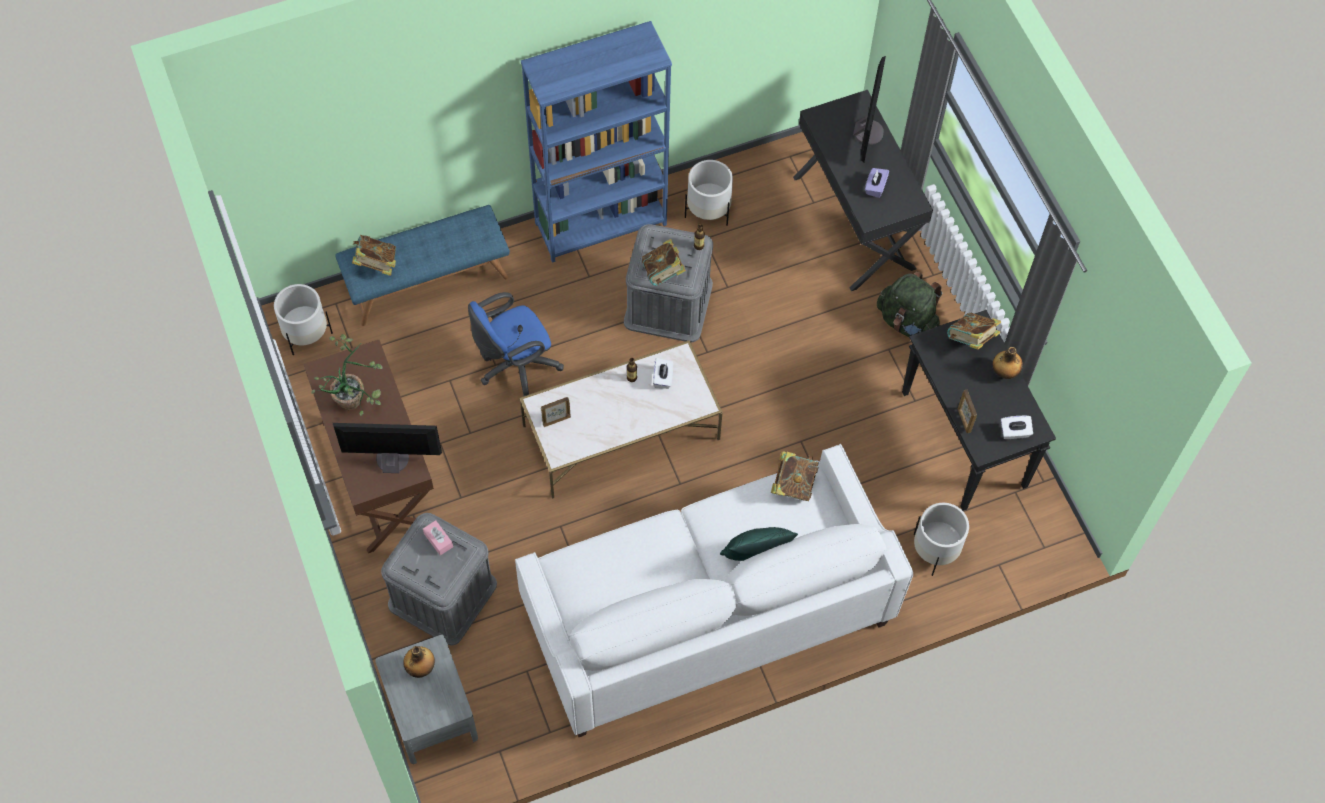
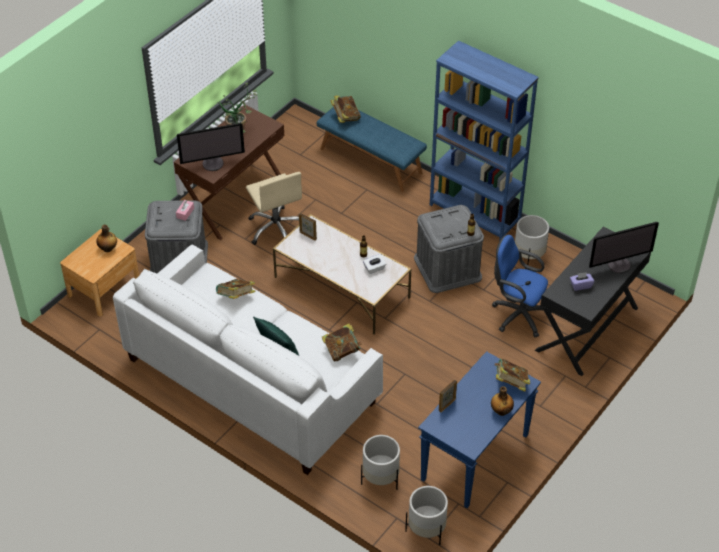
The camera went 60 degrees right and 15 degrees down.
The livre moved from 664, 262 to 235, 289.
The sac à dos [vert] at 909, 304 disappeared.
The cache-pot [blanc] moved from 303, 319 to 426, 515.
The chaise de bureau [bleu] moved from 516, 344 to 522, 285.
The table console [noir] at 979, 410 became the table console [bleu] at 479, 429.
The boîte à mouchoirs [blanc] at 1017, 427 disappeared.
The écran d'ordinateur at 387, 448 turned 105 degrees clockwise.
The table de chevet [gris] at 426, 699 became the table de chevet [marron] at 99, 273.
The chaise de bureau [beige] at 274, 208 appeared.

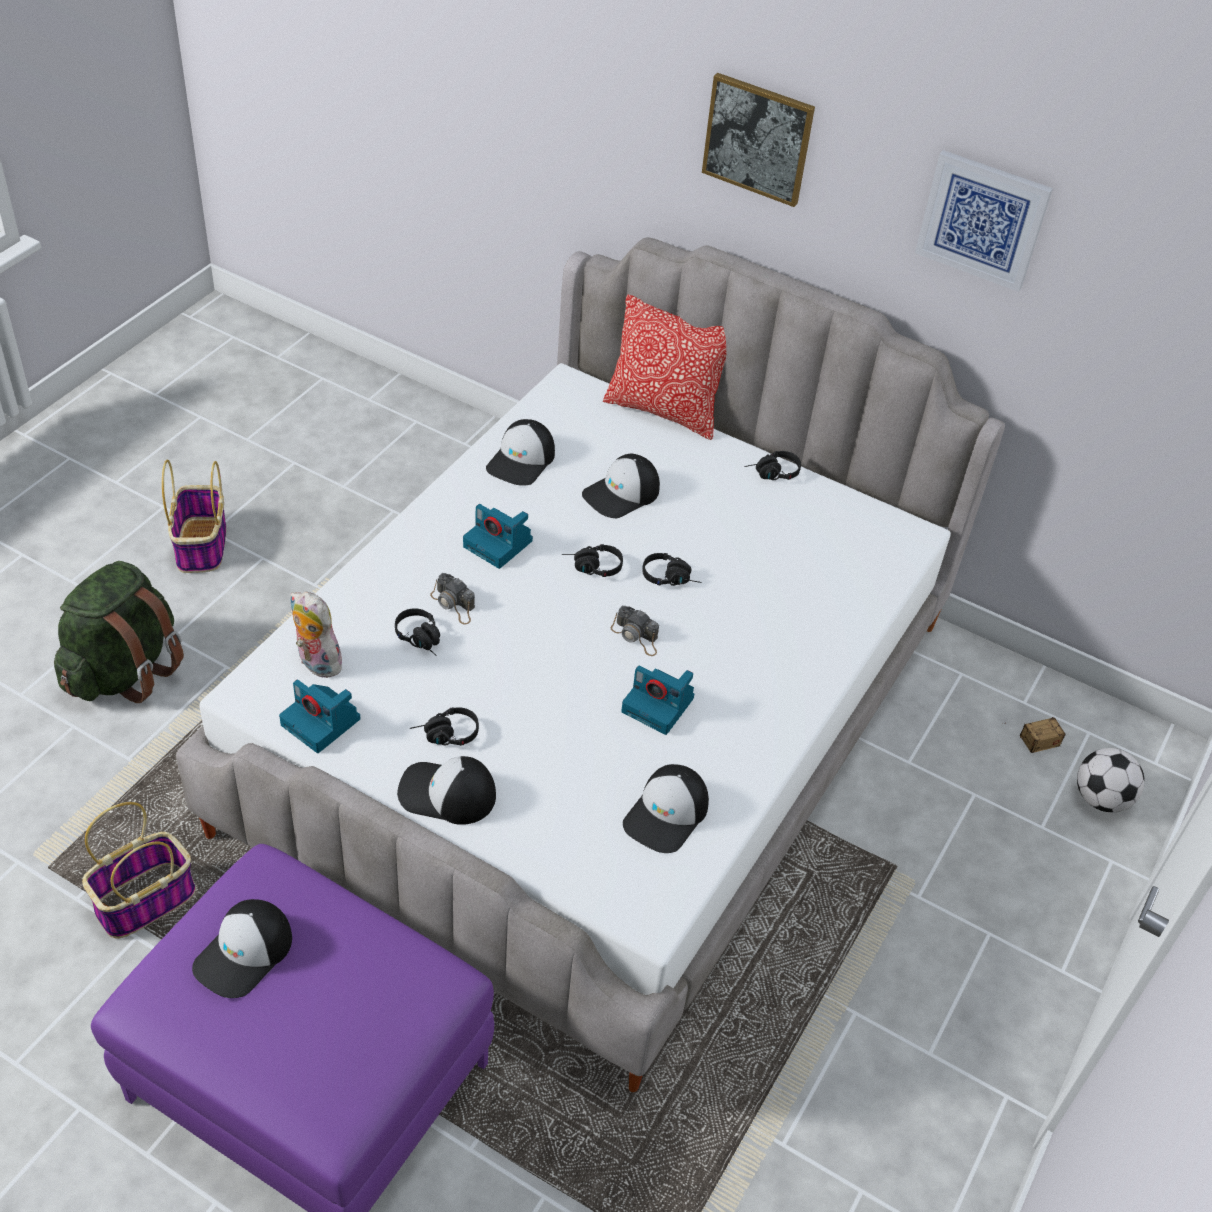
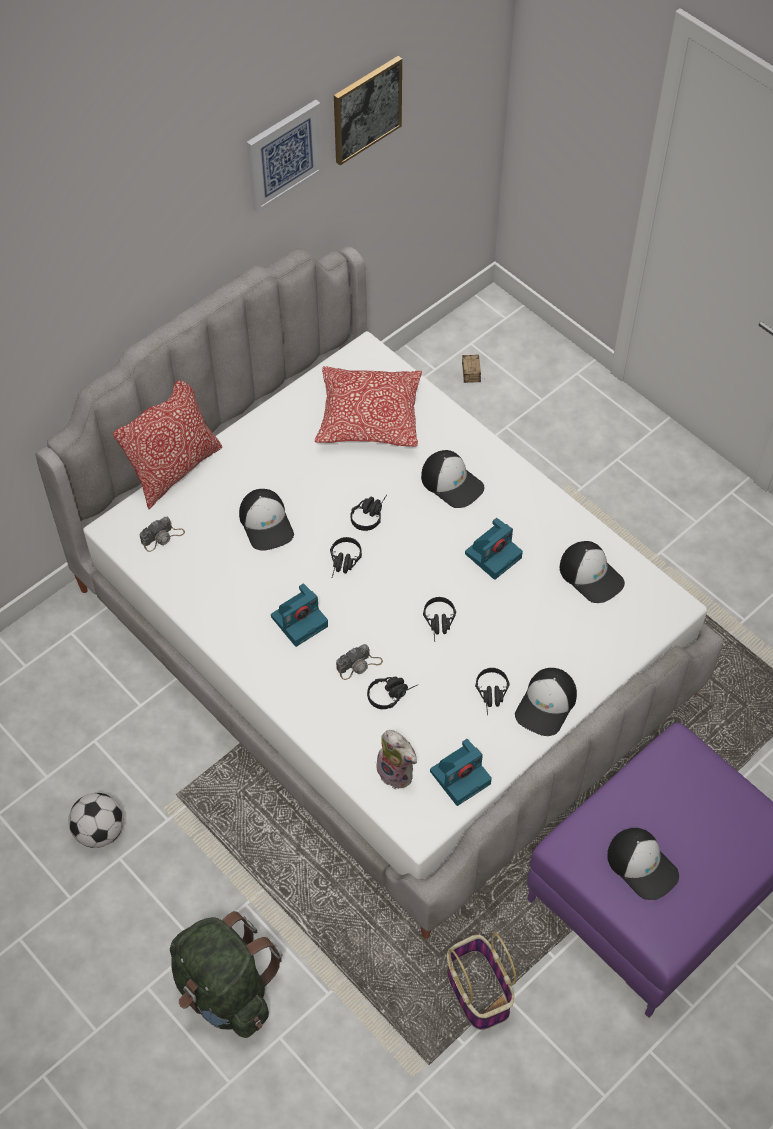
The camera went 70 degrees left and 10 degrees up.
The tableau moved from 758, 140 to 368, 110.
The casquette moved from 520, 452 to 452, 479.
The casque audio [noir] moved from 772, 465 to 439, 619.
The panier at 194, 516 disappeared.
The peluche at 316, 635 turned 105 degrees counterclockwise.
The appareil photo moved from 635, 631 to 162, 534.
The ballon de foot moved from 1111, 780 to 96, 820.
The coussin at 368, 406 appeared.

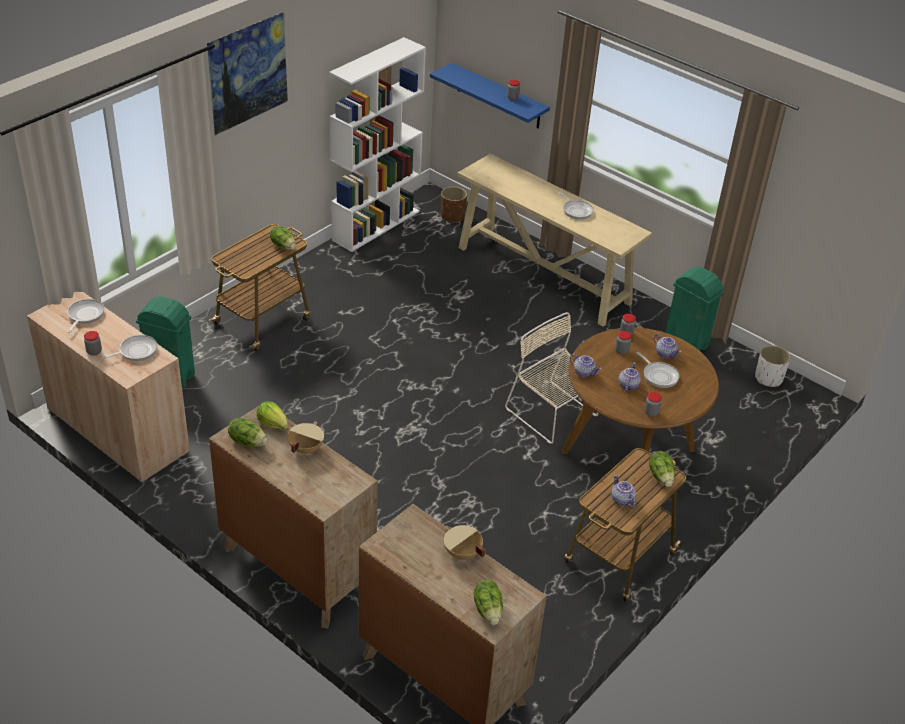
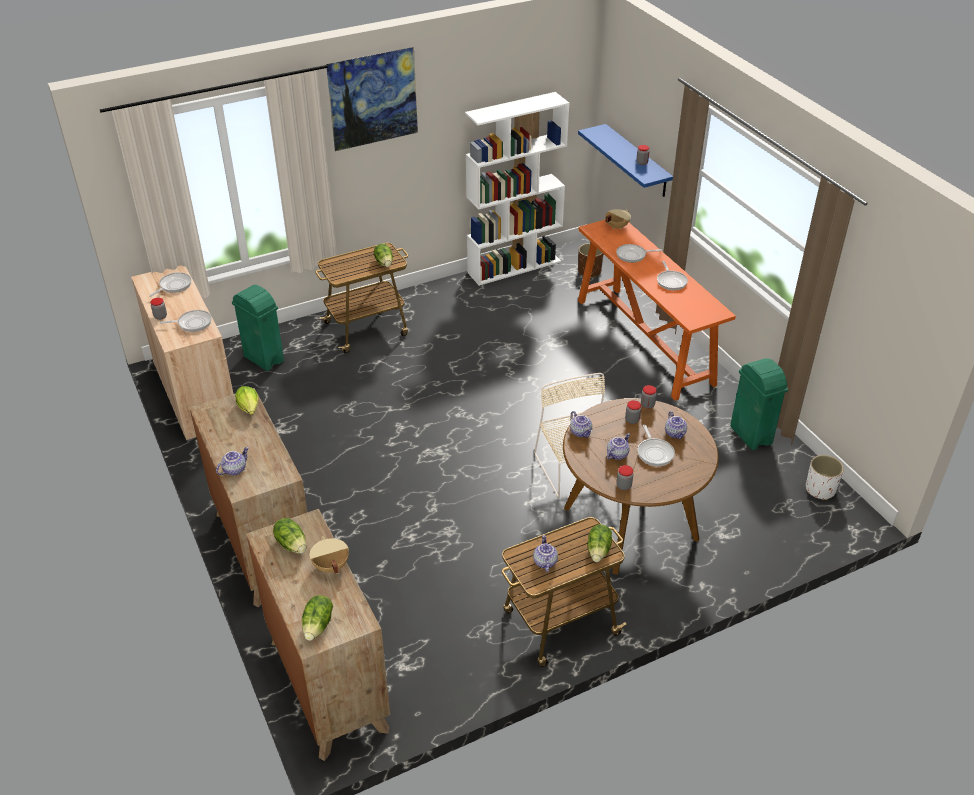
The camera went 25 degrees right and 0 degrees up.
The table console [beige] at 554, 240 became the table console [orange] at 657, 310.
The laitue moved from 248, 432 to 289, 536.
The marmite [beige] moved from 305, 437 to 618, 219.
The poêle at 639, 253 appeared.
The théière at 232, 461 appeared.

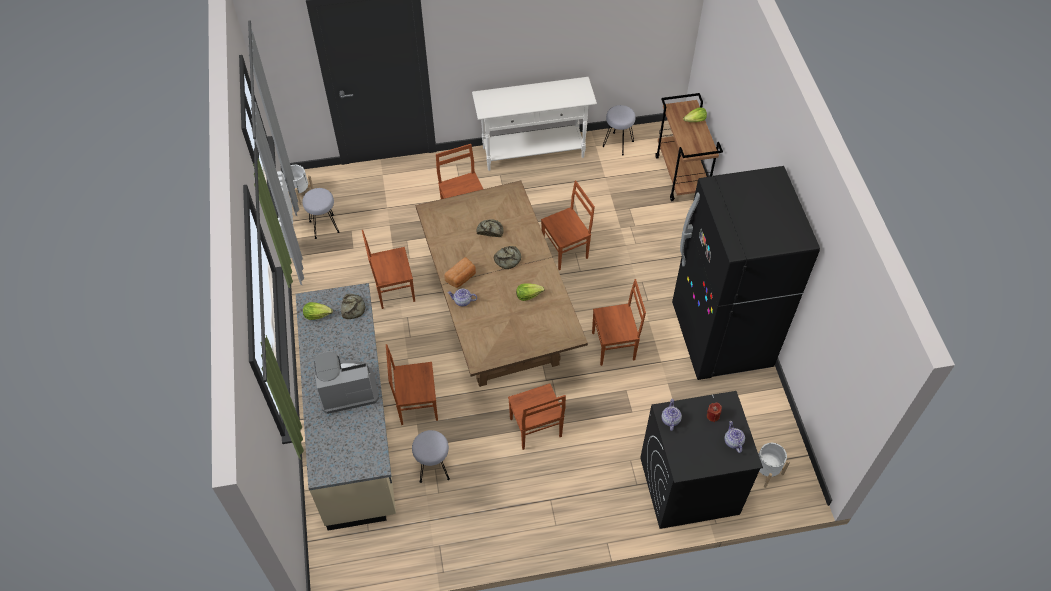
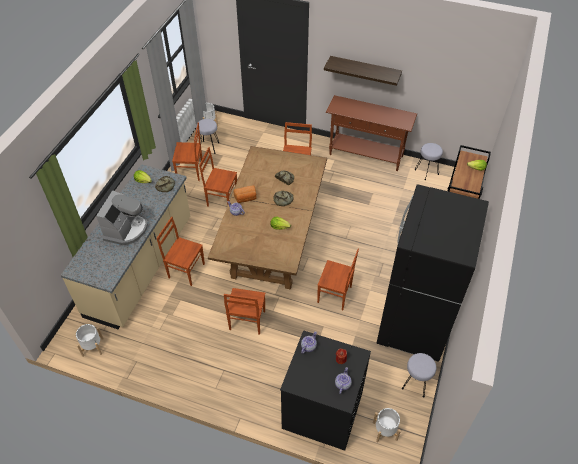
The camera went 30 degrees right and 5 degrees down.
The table console [blanc] at 534, 124 became the table console [marron] at 371, 133.
The chaise [marron] moved from 568, 225 to 187, 151.
The machine à café at 346, 382 turned 90 degrees clockwise.
The tabouret [gris] moved from 431, 456 to 419, 375.
The étagère at 363, 71 appeared.
The cache-pot [blanc] at 90, 340 appeared.

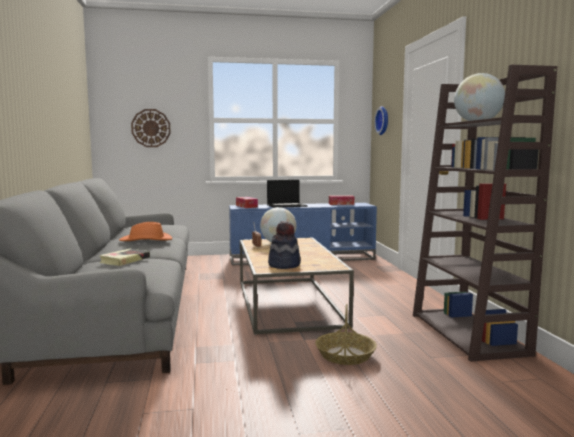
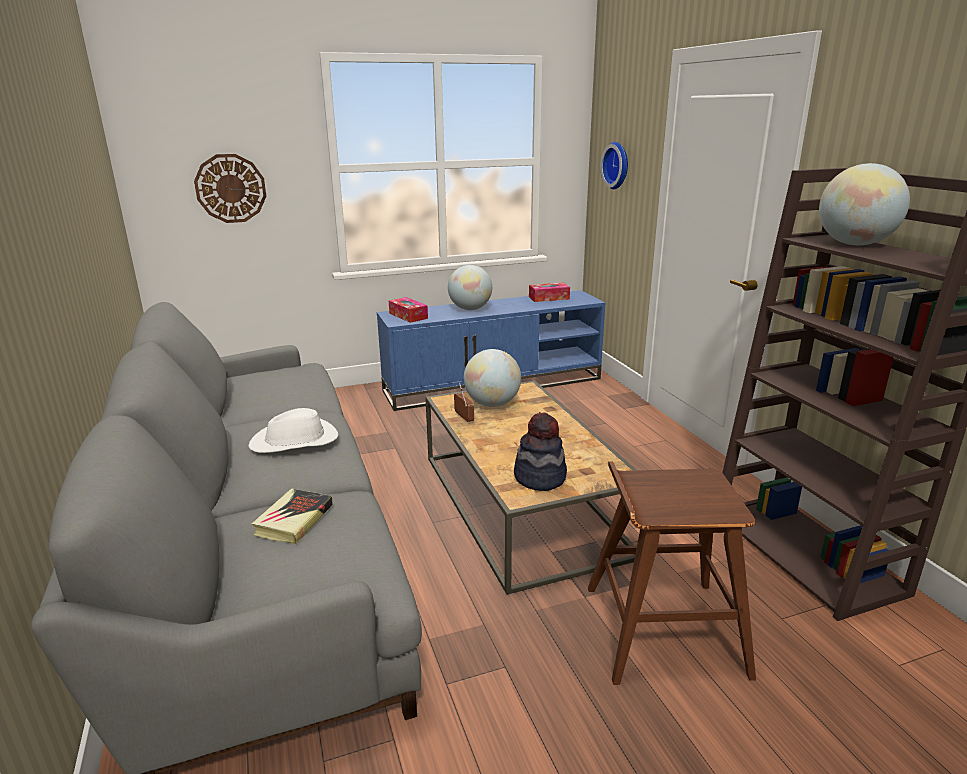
The camera went 10 degrees left and 15 degrees up.
The ordinateur portable at 287, 194 was replaced by the globe at 470, 287.
The chapeau [orange] at 145, 231 became the chapeau [blanc] at 293, 430.
The panier at 346, 334 was replaced by the tabouret [marron] at 672, 573.

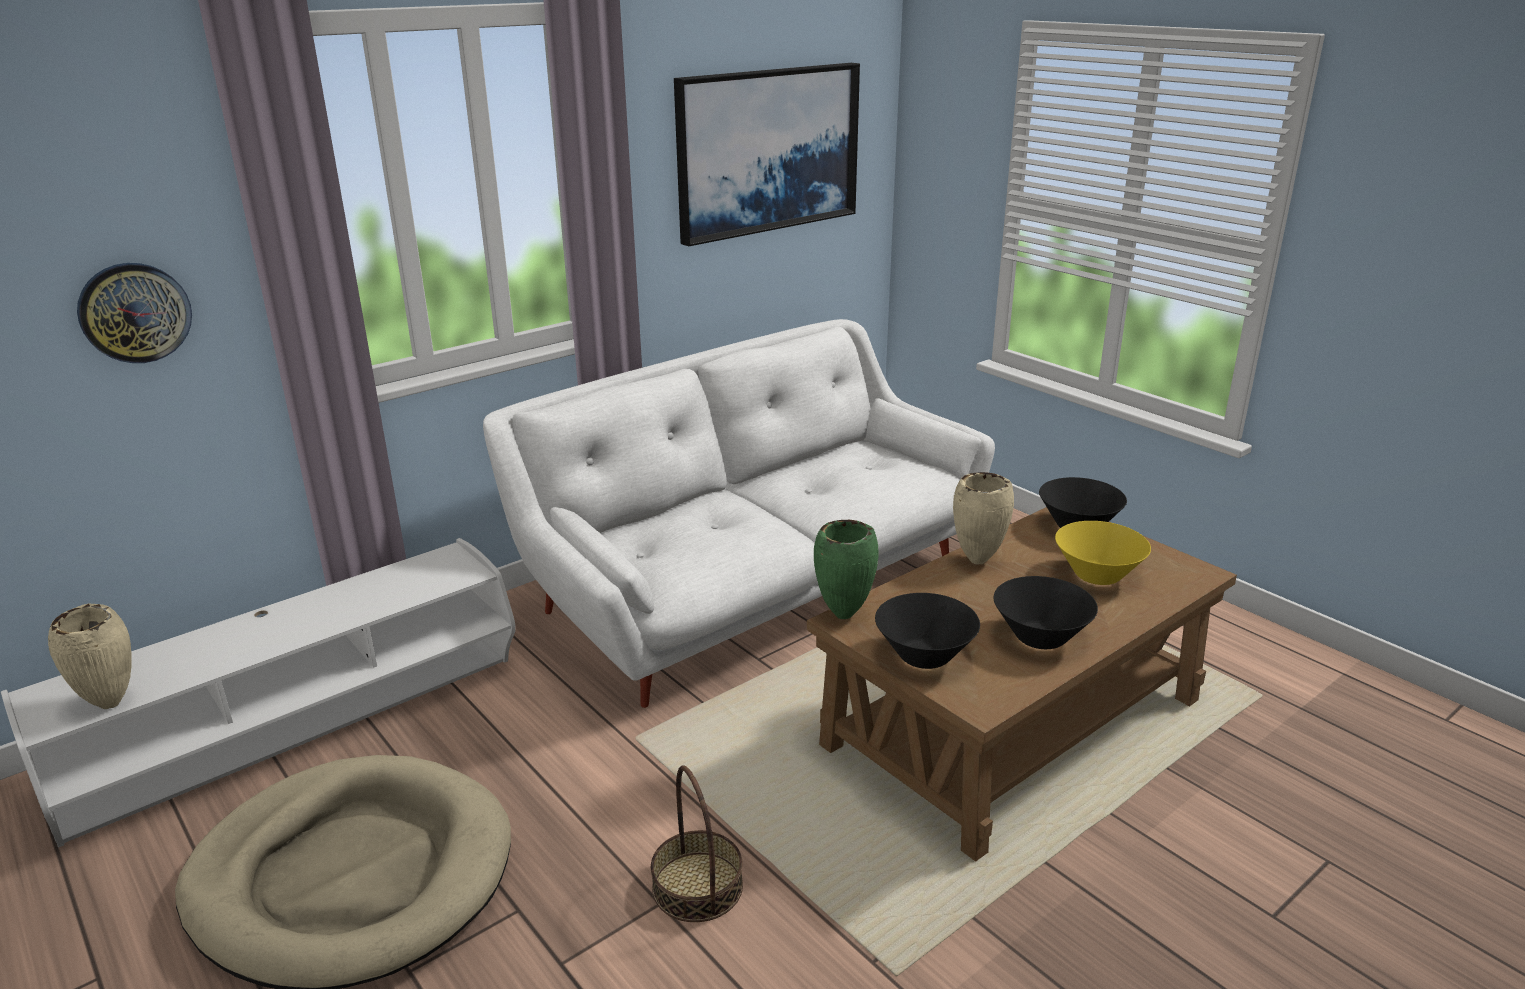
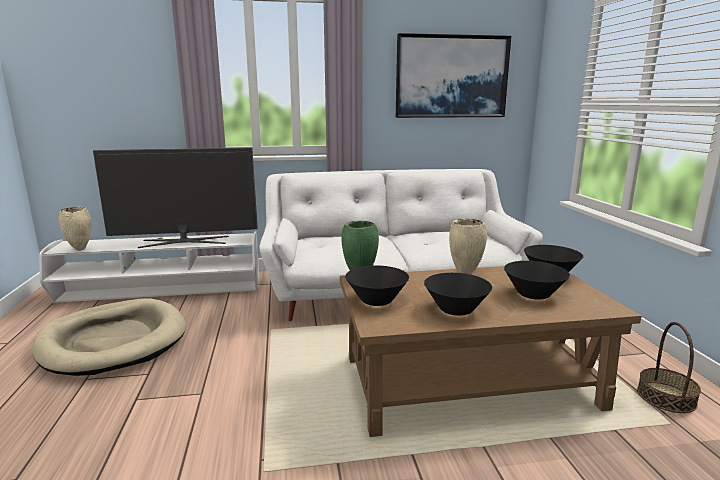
The camera went 30 degrees right and 10 degrees down.
The horloge murale at 134, 313 disappeared.
The bol [jaune] at 1103, 553 became the bol [noir] at 537, 280.
The panier moved from 697, 843 to 669, 367.
The téléviseur at 175, 197 appeared.

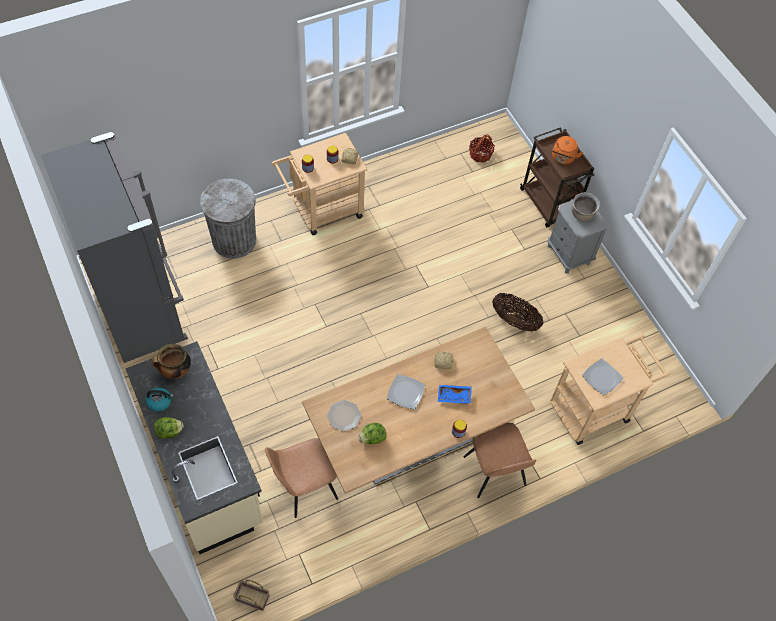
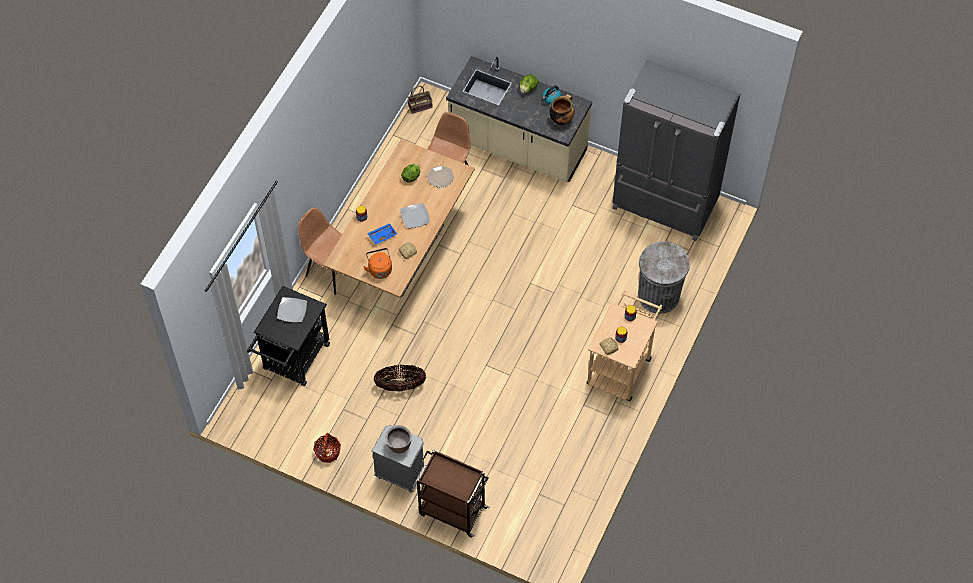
The camera went 145 degrees right and 0 degrees up.
The panier moved from 482, 148 to 327, 448.
The bouilloire [orange] moved from 567, 150 to 377, 263.
The chariot [beige] at 610, 389 became the chariot [noir] at 288, 336.

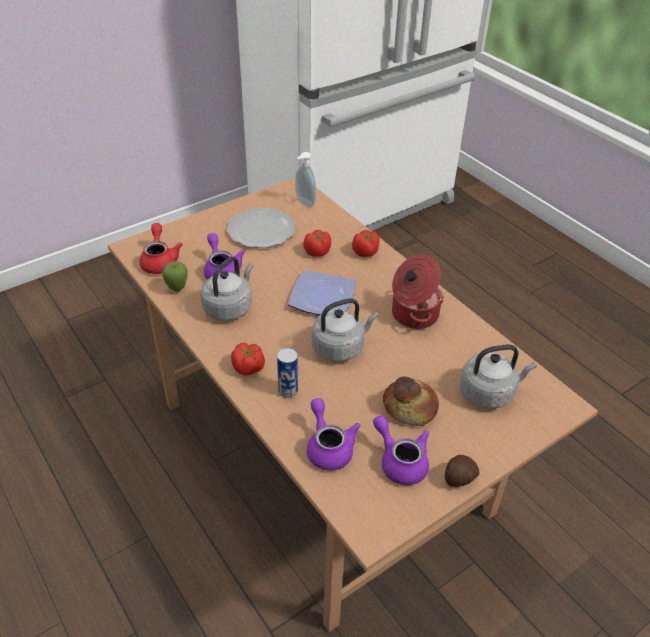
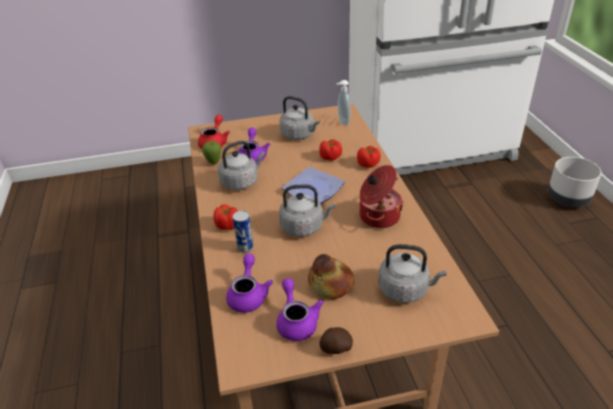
The camera went 25 degrees right and 5 degrees down.
The assiette at 261, 227 was replaced by the bouilloire [gris] at 299, 118.
The cache-pot [gris] at 575, 182 appeared.

